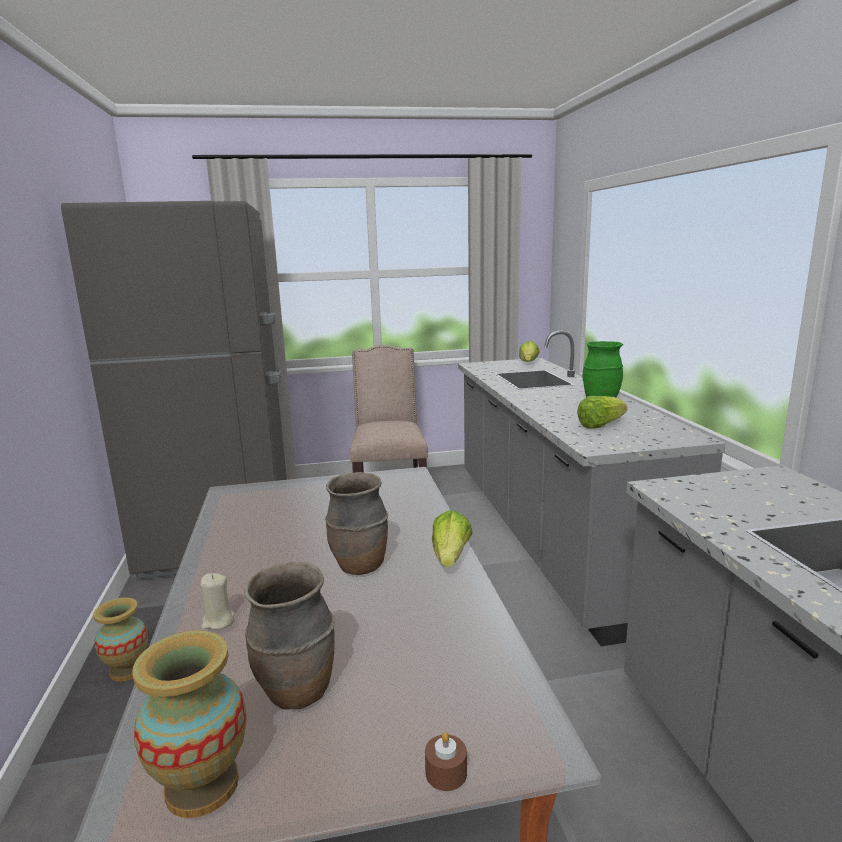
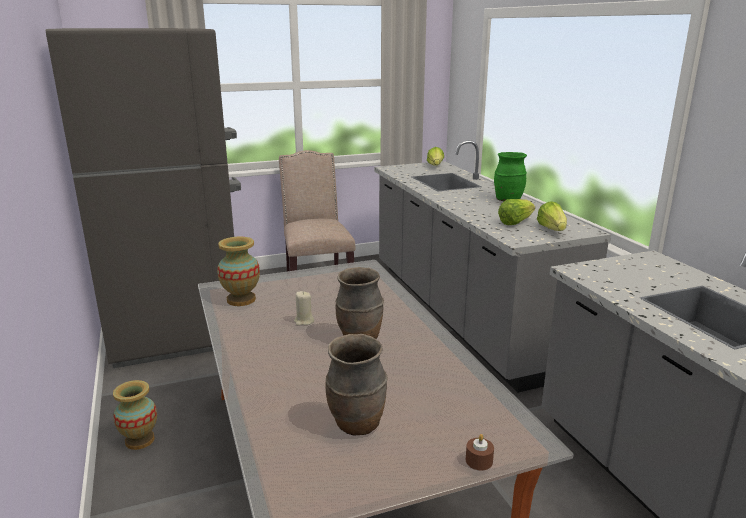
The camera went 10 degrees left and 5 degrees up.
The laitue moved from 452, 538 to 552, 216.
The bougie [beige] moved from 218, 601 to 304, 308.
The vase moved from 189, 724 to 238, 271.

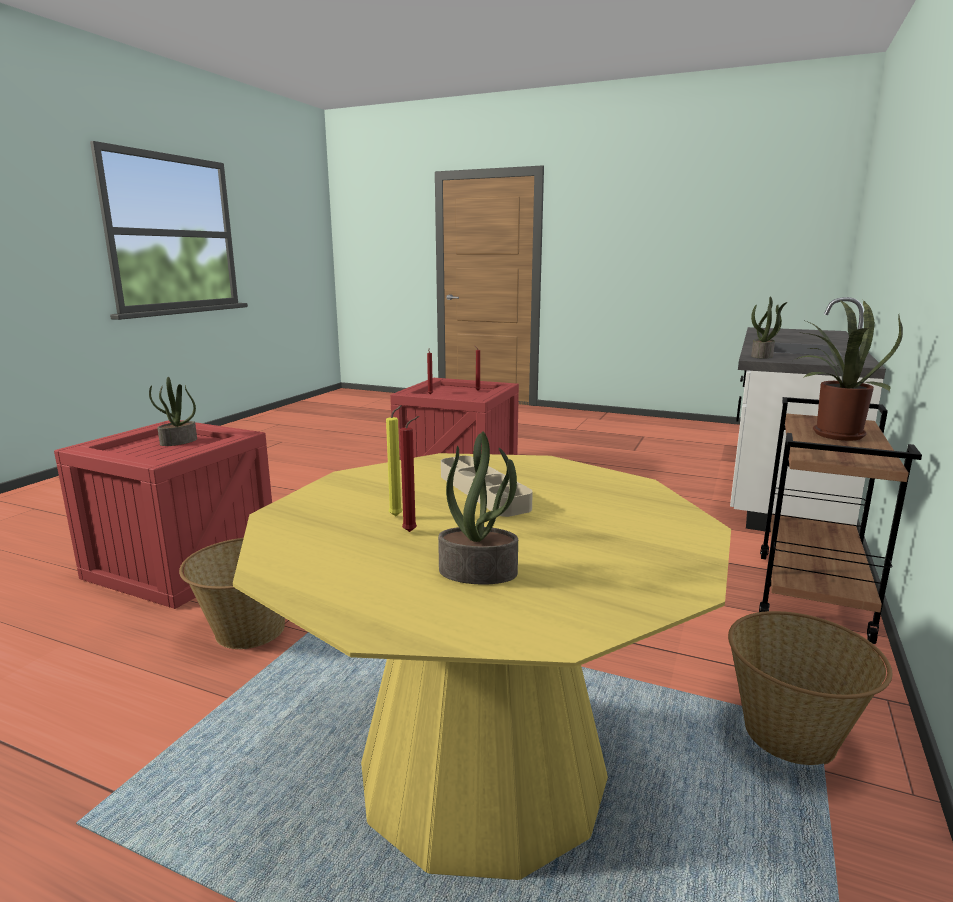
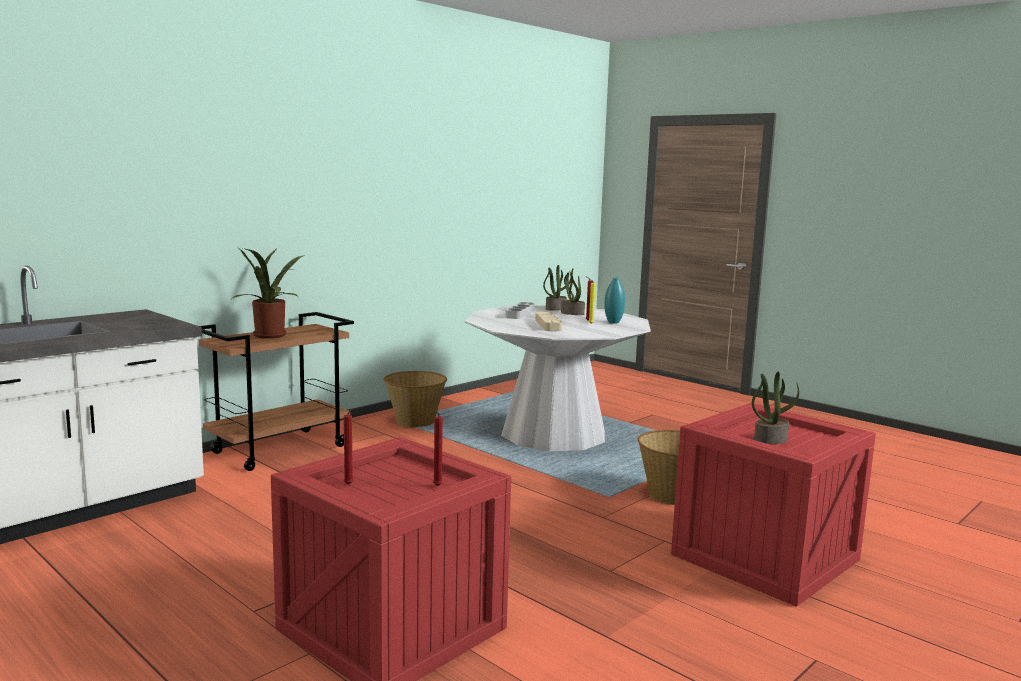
The camera went 160 degrees left and 5 degrees down.
The plante en pot moved from 769, 328 to 557, 288.
The table à manger [jaune] at 482, 666 became the table à manger [blanc] at 558, 378.
The vase [turquoise] at 614, 300 appeared.
The plateau [gris] at 520, 310 appeared.

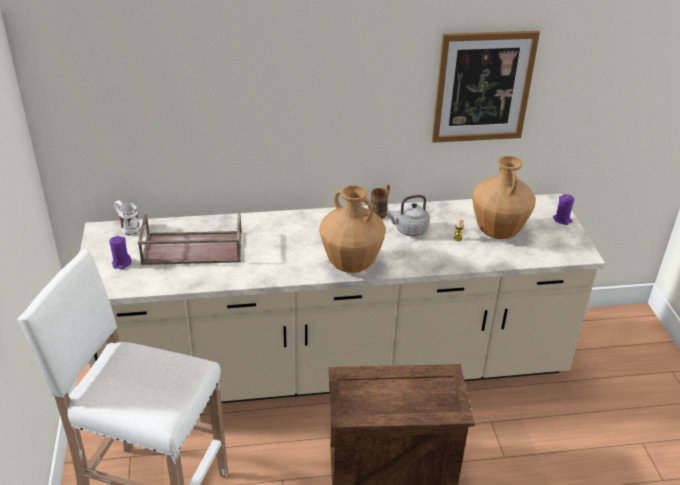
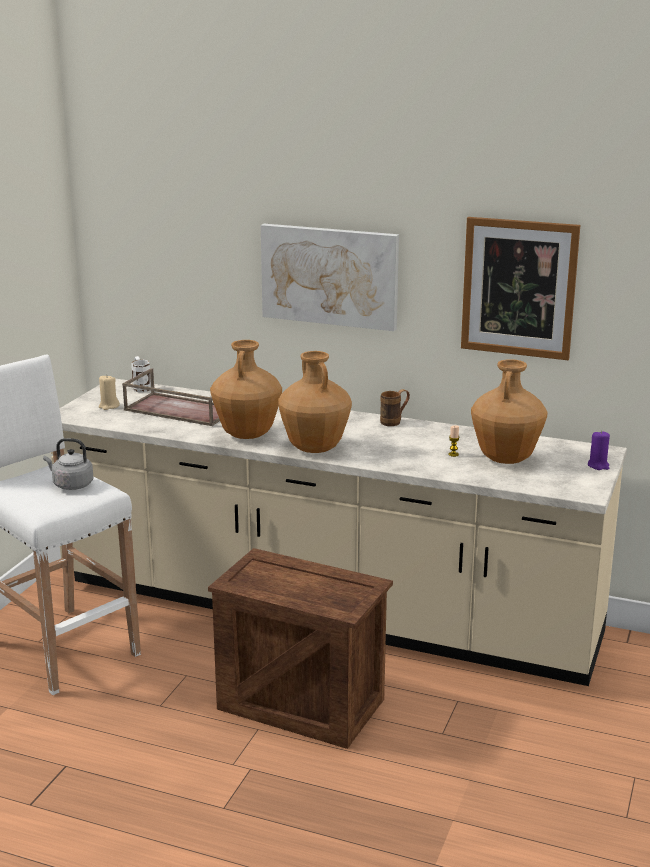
The camera went 30 degrees right and 15 degrees down.
The bouilloire [gris] moved from 408, 216 to 68, 464.
The bougie [violet] at 120, 253 became the bougie [beige] at 109, 393.
The tableau at 330, 277 appeared.
The vase [marron] at 246, 389 appeared.

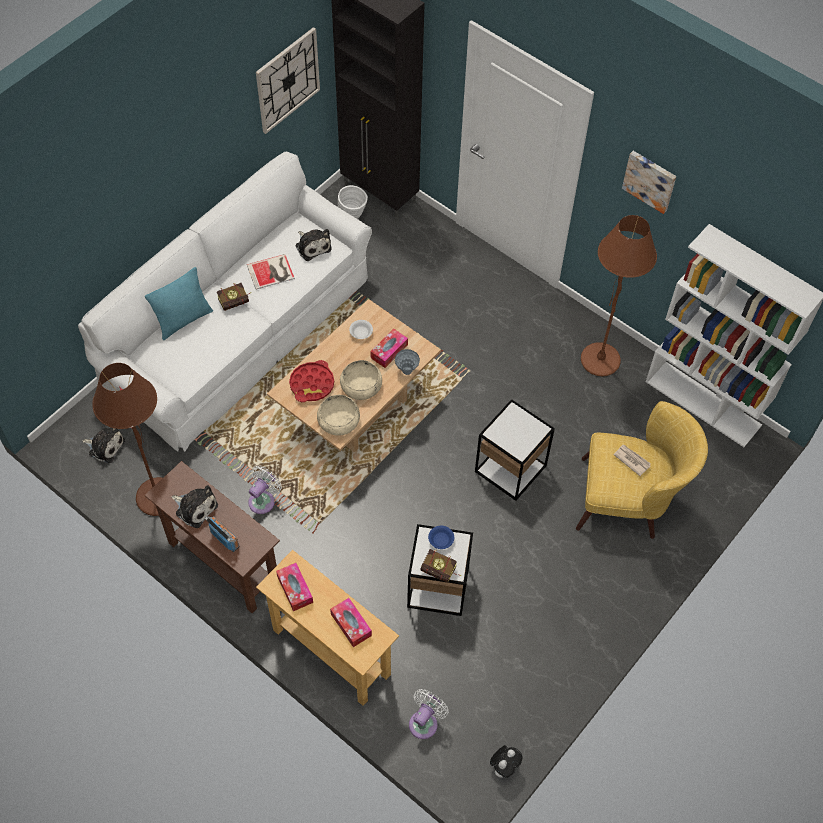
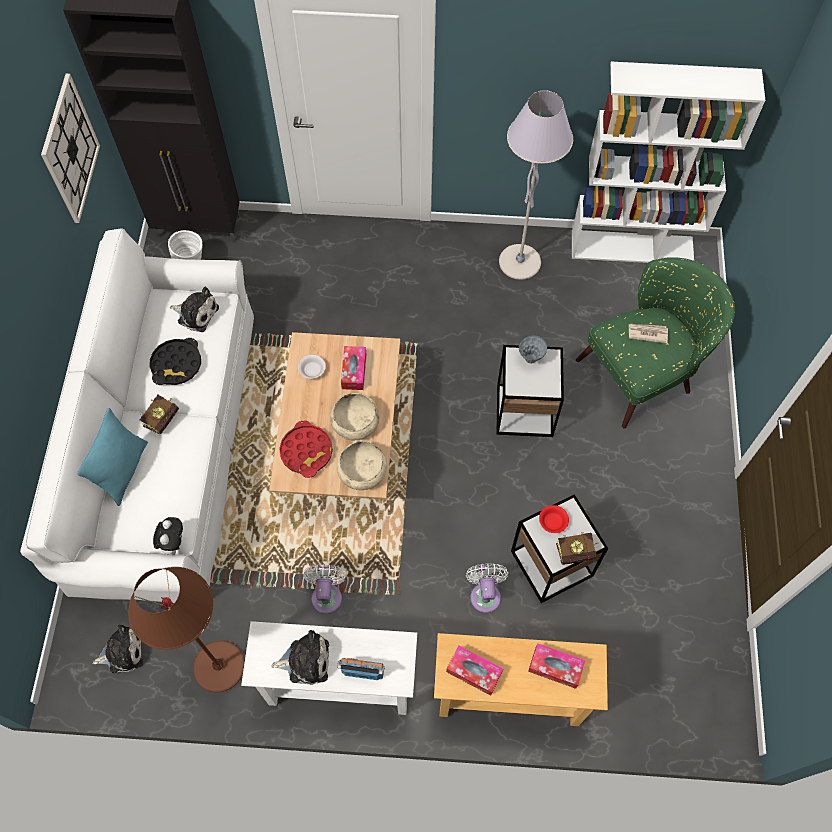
The camera went 35 degrees left and 5 degrees up.
The tableau at 649, 182 disappeared.
The lampadaire [marron] at 619, 295 became the lampadaire [gris] at 536, 185.
The livre at 271, 272 was replaced by the plateau [noir] at 175, 361.
The vase [gris] moved from 407, 362 to 533, 349.
The fauteuil [jaune] at 642, 470 became the fauteuil [vert] at 655, 342.
The table console [marron] at 212, 537 became the table console [blanc] at 329, 668.
The bol [bleu] at 441, 537 became the bol [rouge] at 554, 519.
The ventilateur [blanc] moved from 429, 714 to 487, 588.
The peluche moved from 506, 761 to 168, 536.

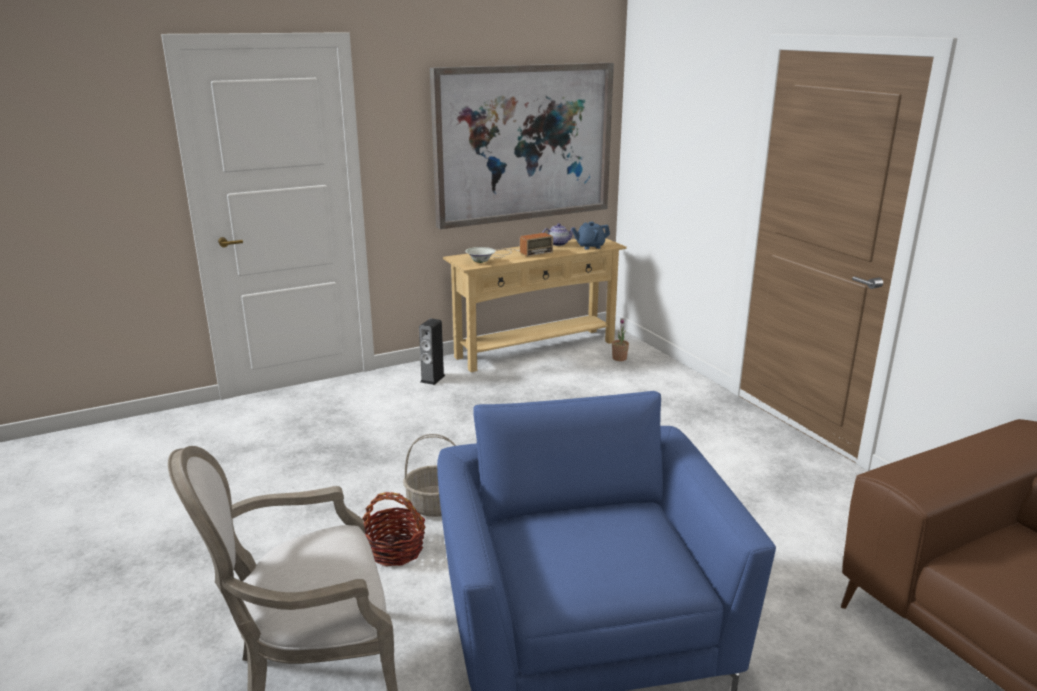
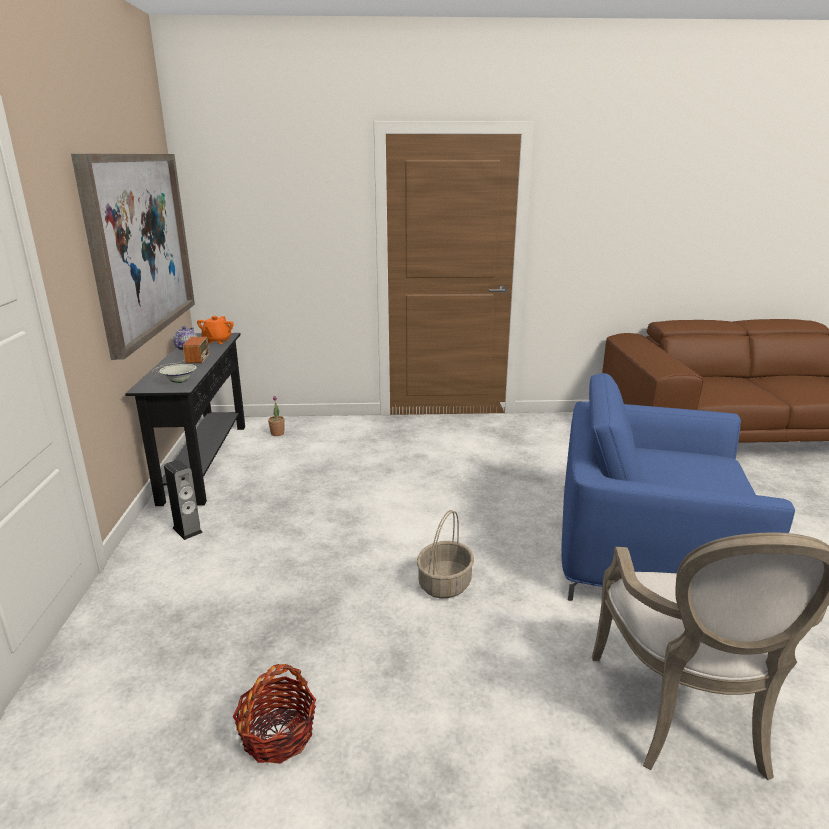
The camera went 65 degrees left and 0 degrees up.
The théière [bleu] at 591, 236 became the théière [orange] at 215, 330.
The table console [beige] at 535, 305 became the table console [noir] at 185, 419.
The panier moved from 394, 529 to 274, 714.

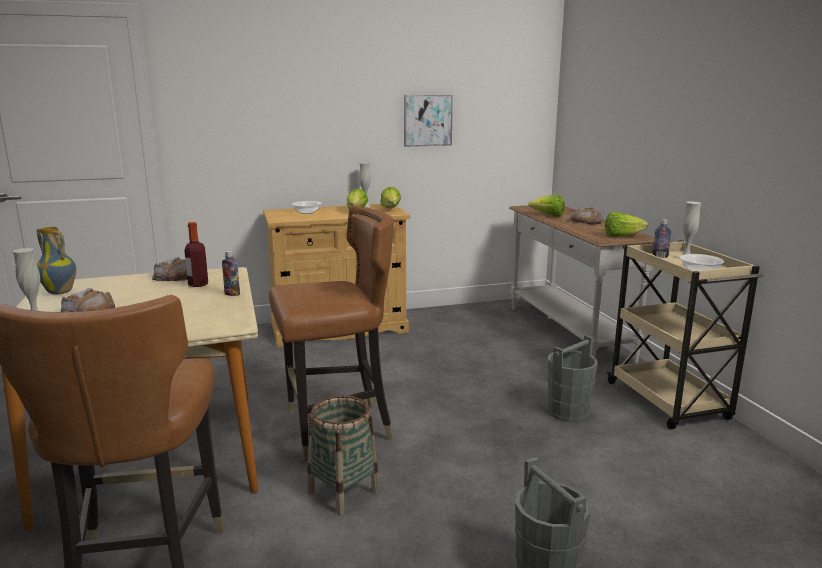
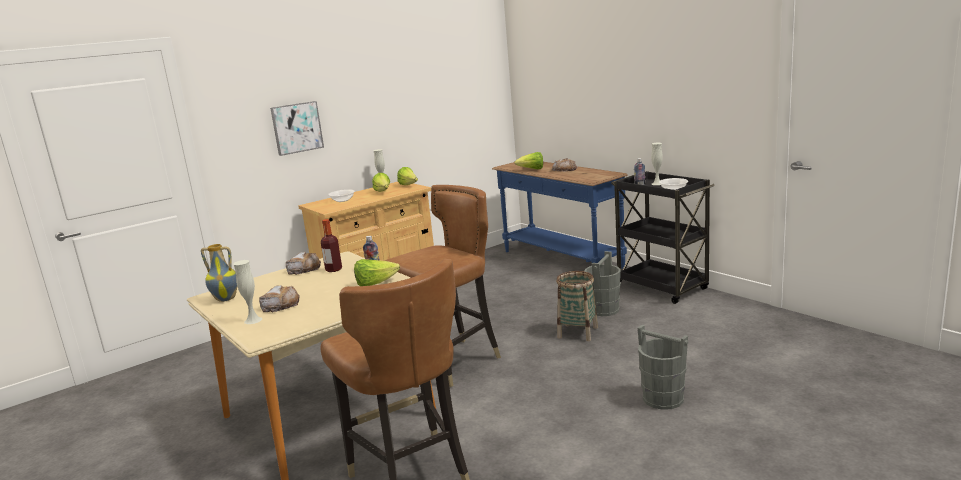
The camera went 20 degrees left and 0 degrees up.
The tableau moved from 428, 121 to 297, 128.
The table console [blanc] at 581, 284 became the table console [bleu] at 560, 215.
The laitue moved from 626, 224 to 377, 272.
The chariot [beige] at 685, 334 became the chariot [noir] at 663, 237.
The panier moved from 343, 455 to 577, 306.

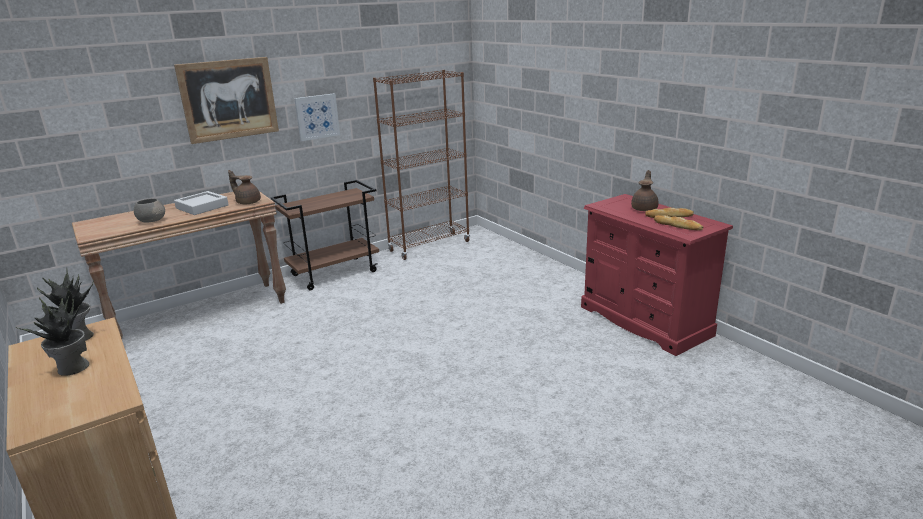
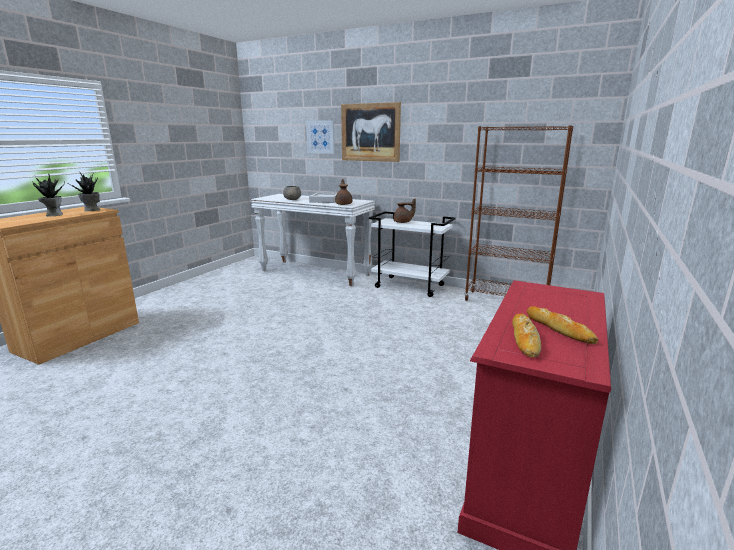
The camera went 60 degrees right and 5 degrees down.
The tableau moved from 317, 117 to 320, 137.
The théière [marron] moved from 645, 190 to 404, 210.
The chariot [marron] at 324, 235 became the chariot [blanc] at 412, 254.
The table console [marron] at 179, 265 became the table console [blanc] at 313, 240.

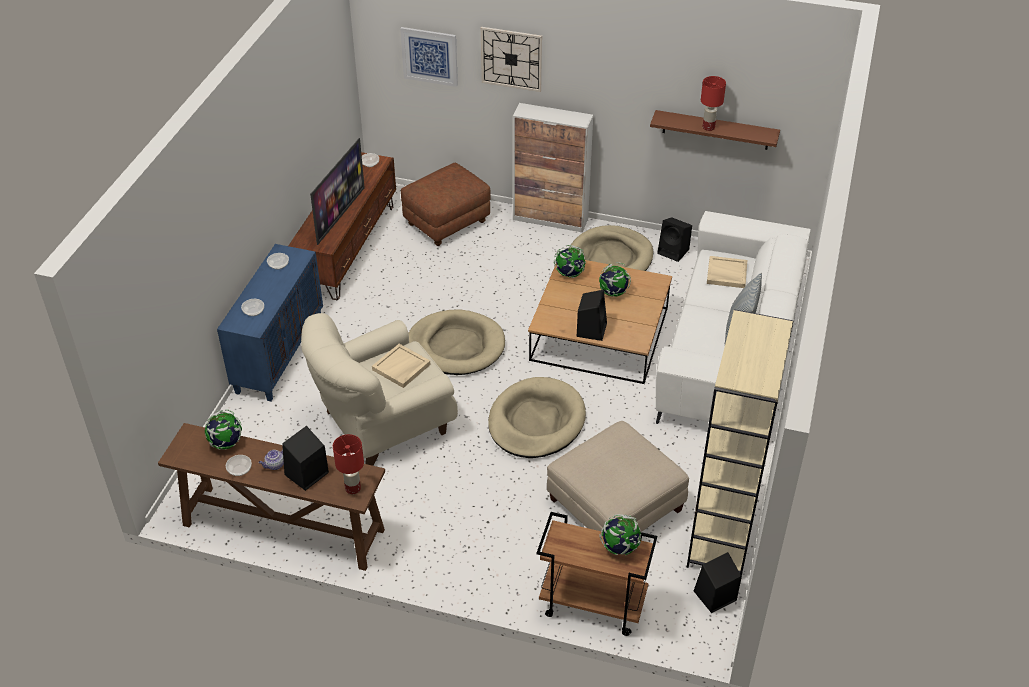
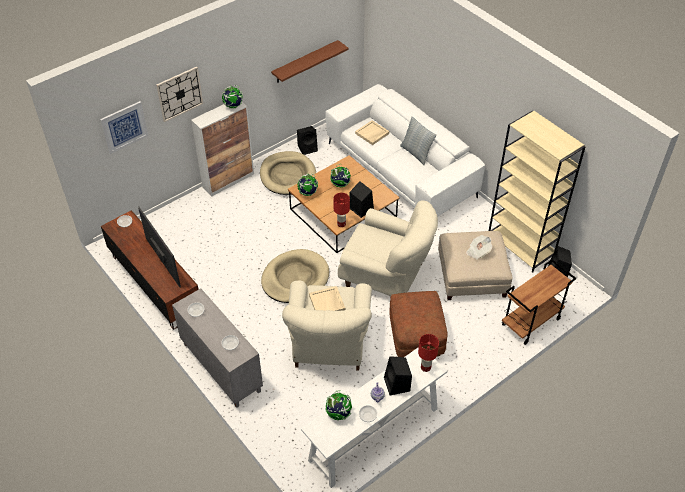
The camera went 55 degrees left and 5 degrees up.
The lampe de table [rouge] moved from 713, 103 to 341, 210.
The pouf [marron] moved from 446, 204 to 418, 324.
The meuble de rangement [bleu] at 270, 323 became the meuble de rangement [gris] at 217, 348.
The panier pour chien [beige] at 537, 417 was replaced by the fauteuil [beige] at 388, 248.
The table console [marron] at 271, 497 became the table console [blanc] at 374, 417.
The globe moved from 620, 535 to 232, 97.
The journal at 479, 247 appeared.

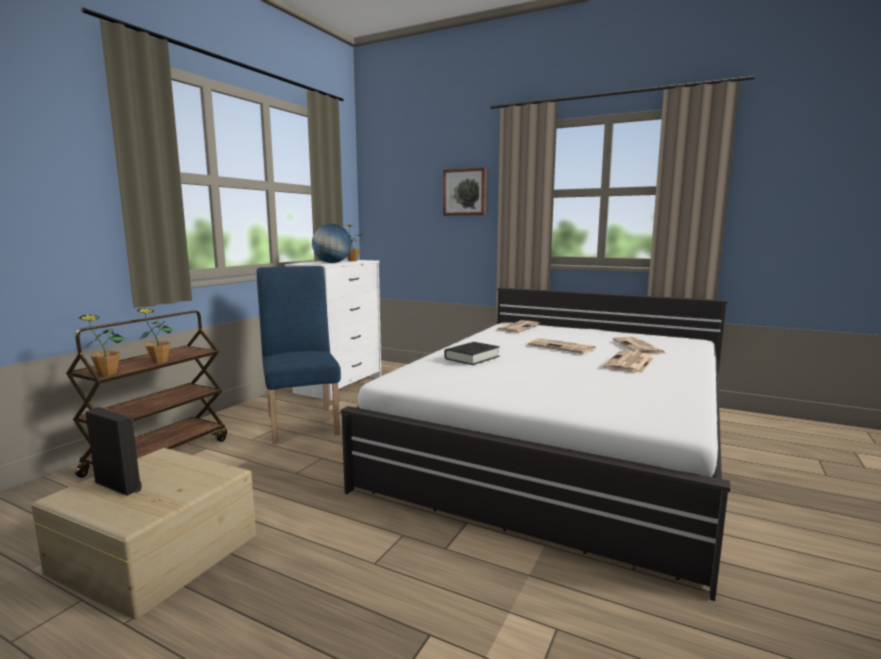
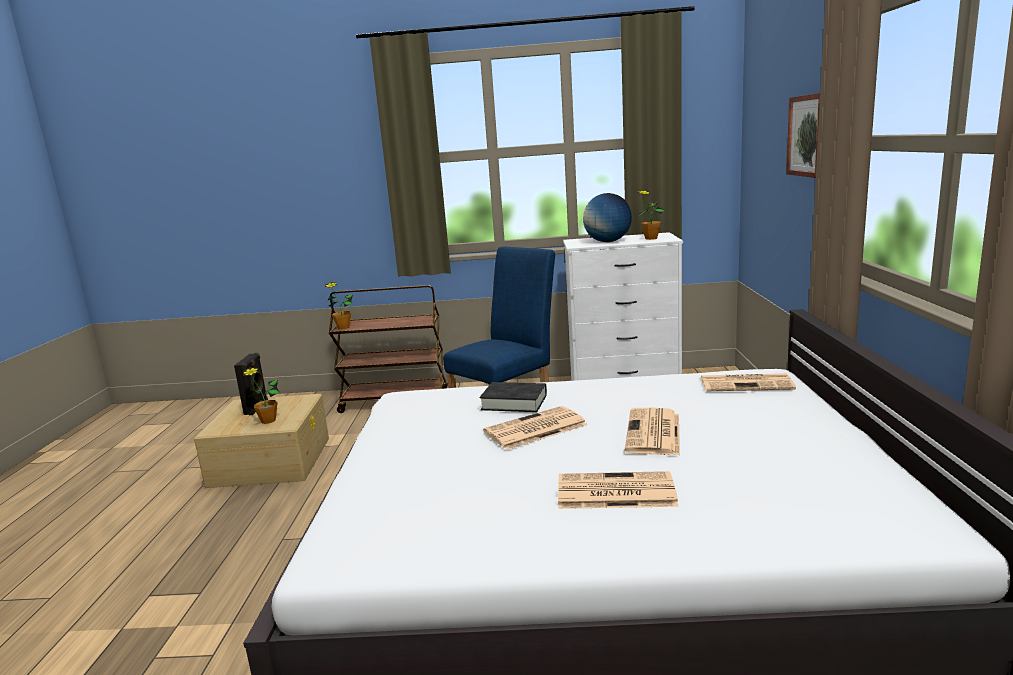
The camera went 65 degrees right and 5 degrees up.
The plante en pot moved from 155, 335 to 261, 396.
The journal moved from 639, 345 to 535, 428.

